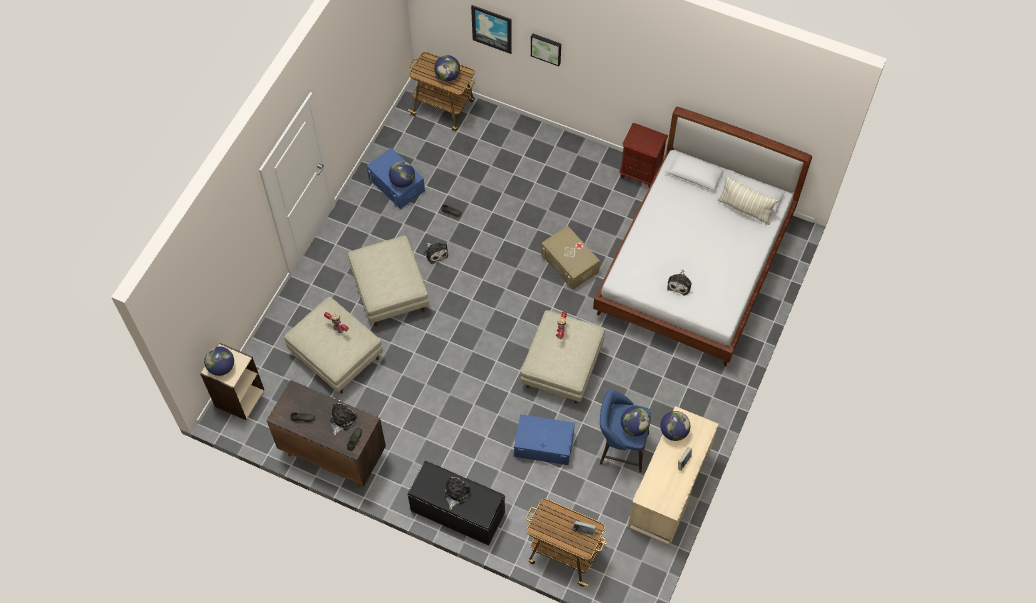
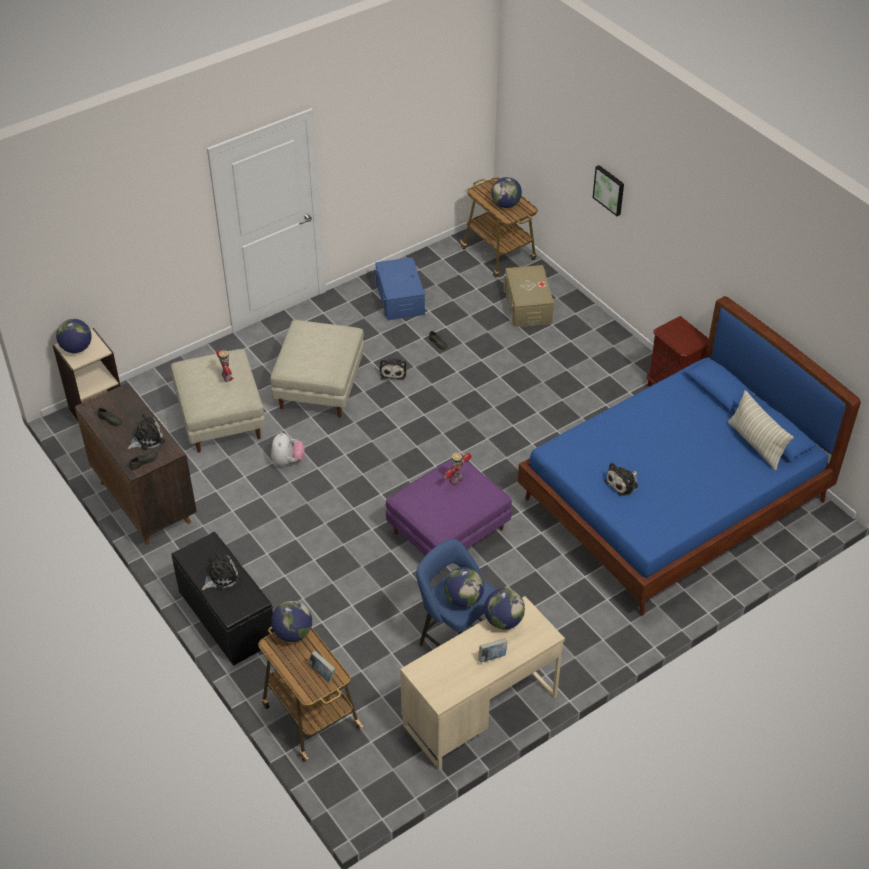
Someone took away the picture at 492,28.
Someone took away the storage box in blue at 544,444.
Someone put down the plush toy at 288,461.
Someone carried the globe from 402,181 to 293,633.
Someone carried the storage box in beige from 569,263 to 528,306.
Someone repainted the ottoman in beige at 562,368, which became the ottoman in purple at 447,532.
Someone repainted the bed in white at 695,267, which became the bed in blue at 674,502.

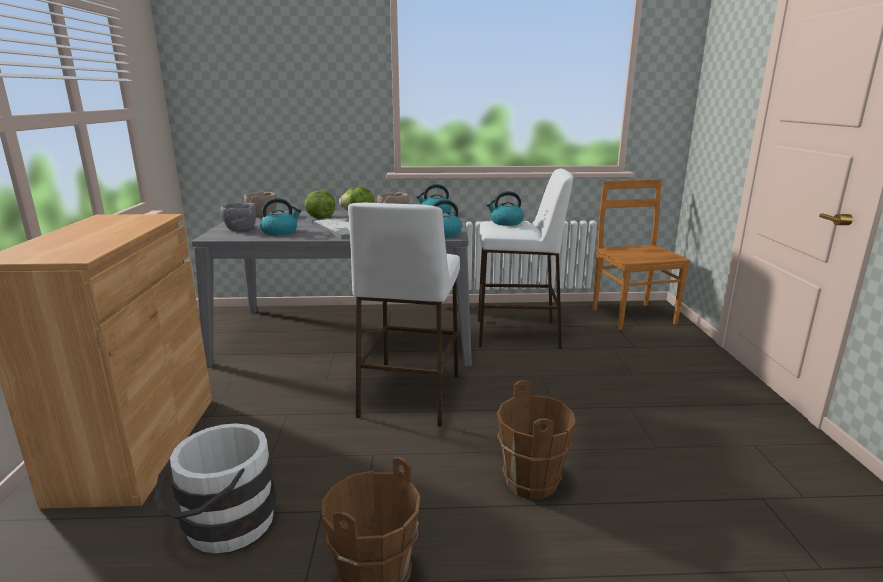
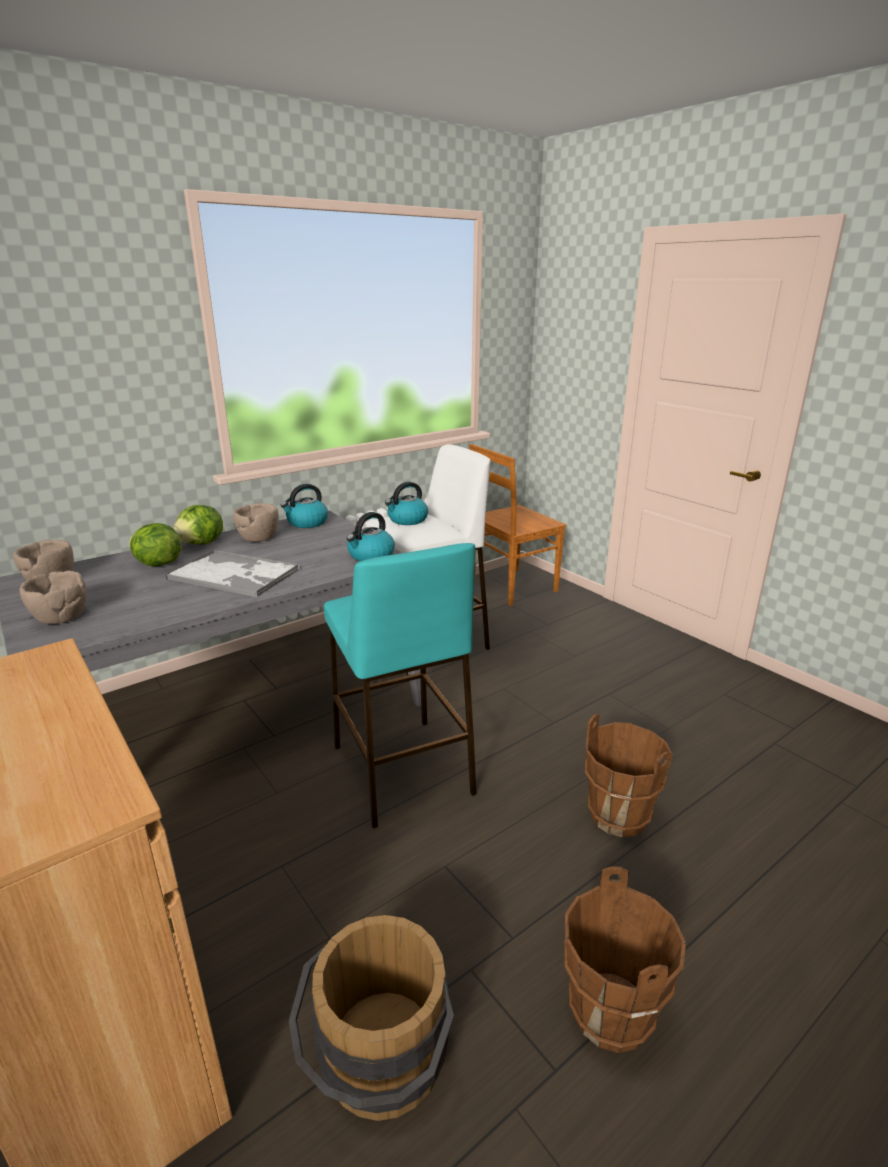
Someone took away the kettle at 280,232.
Someone repainted the bucket in white at 221,525, which became the bucket in brown at 379,1067.
Someone repainted the bowl in grey at 240,228, which became the bowl in brown at 60,617.
Someone repainted the stool in white at 410,396, which became the stool in turquoise at 402,770.
Someone rotated the chair in brown at 632,315 by 75 degrees counterclockwise.

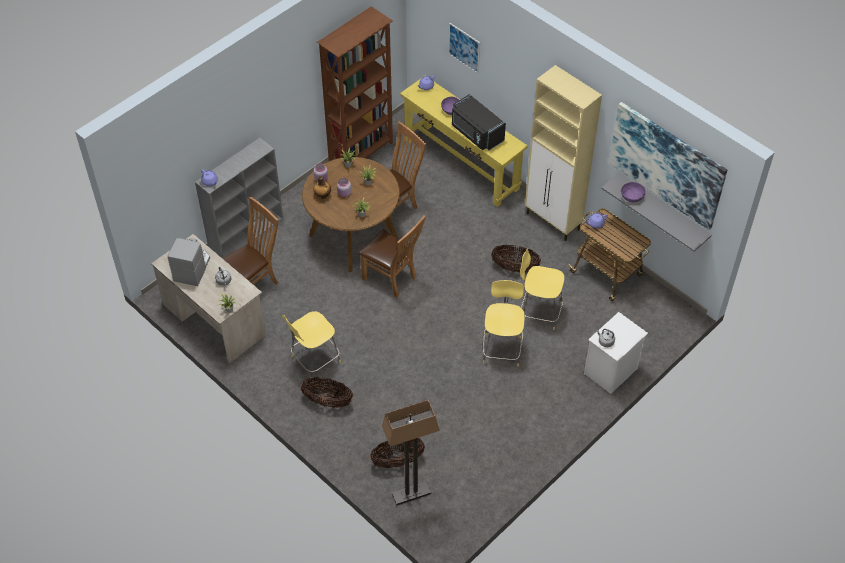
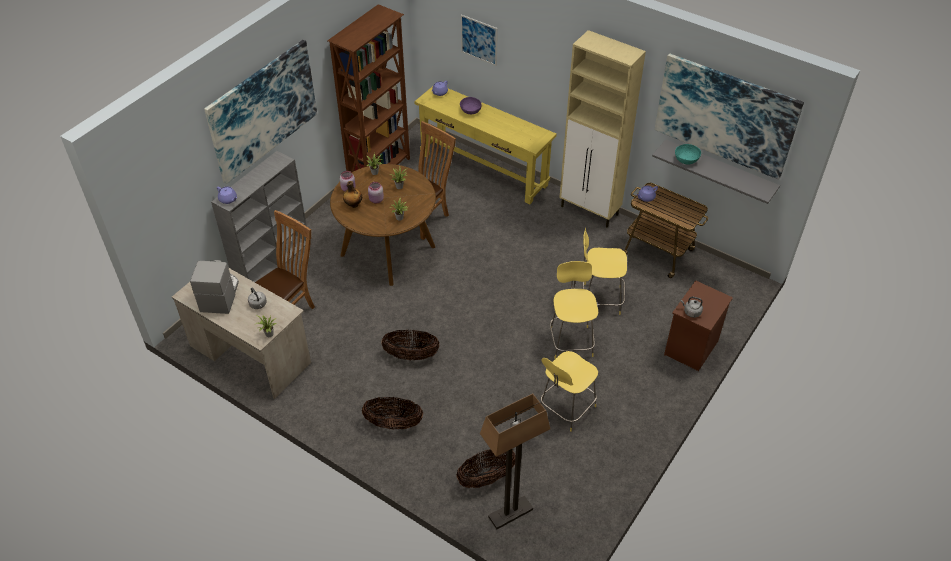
Someone took away the chair in brown at 392,279.
Someone took away the microwave in black at 476,133.
Someone put up the picture at 262,110.
Someone carried the stool in yellow from 314,360 to 566,408.
Someone carried the basket from 514,268 to 411,355.
Someone repainted the nightstand in white at 611,372, which became the nightstand in brown at 691,349.
Someone repainted the bowl in purple at 632,197, which became the bowl in turquoise at 686,159.

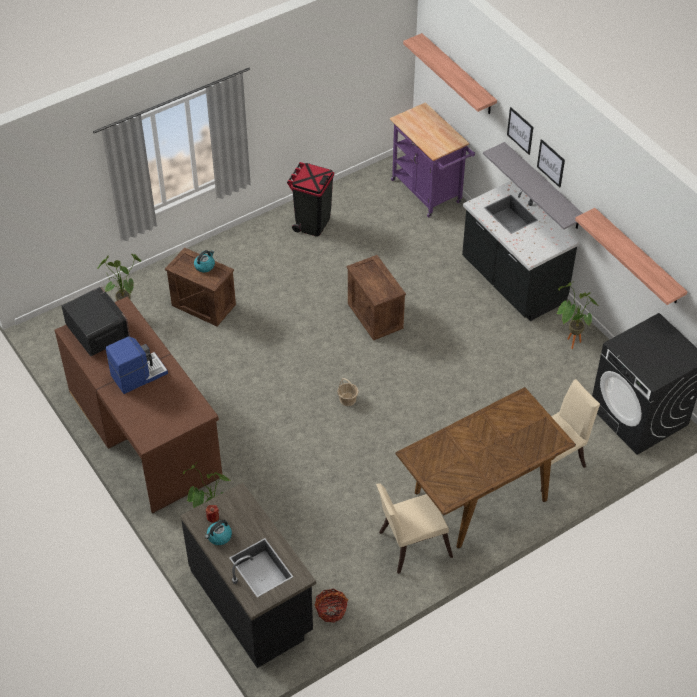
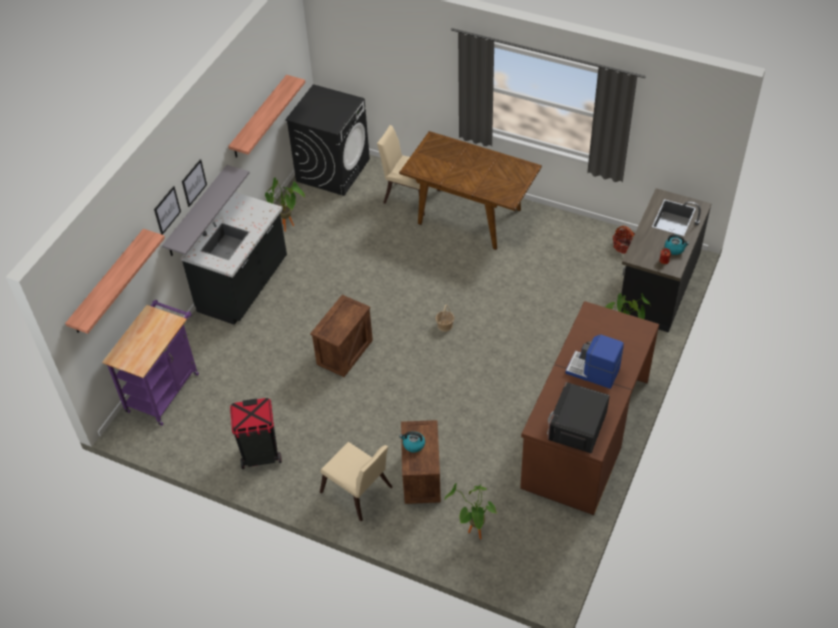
Someone carried the chair in beige from 410,545 to 359,493.

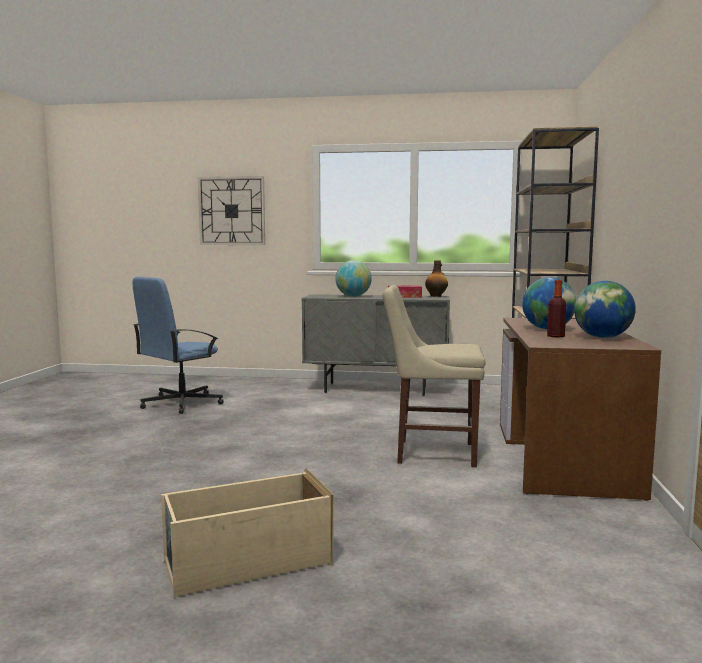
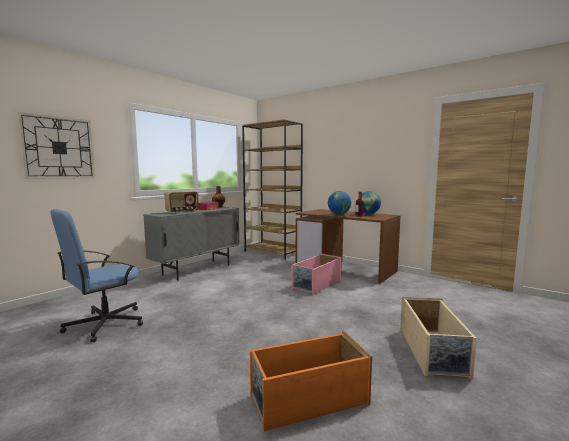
Someone put down the storage box in orange at 307,400.
Someone swapped the globe at 353,296 for the radio at 182,212.
Someone swapped the chair in beige at 431,452 for the storage box in pink at 316,284.
Someone rotated the office chair in blue at 181,403 by 60 degrees clockwise.

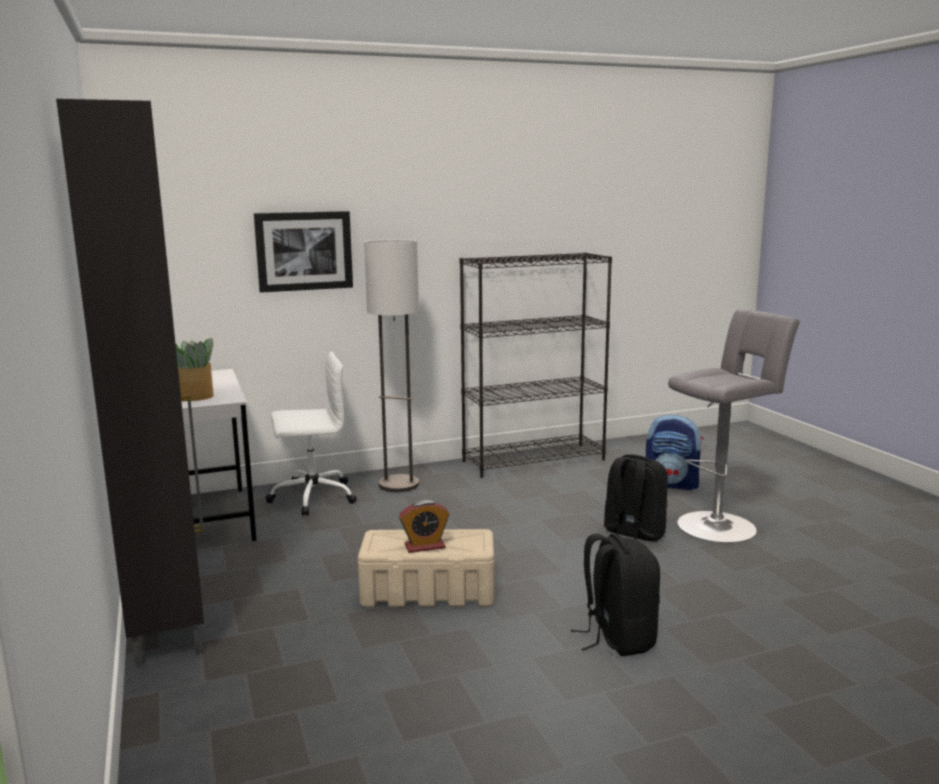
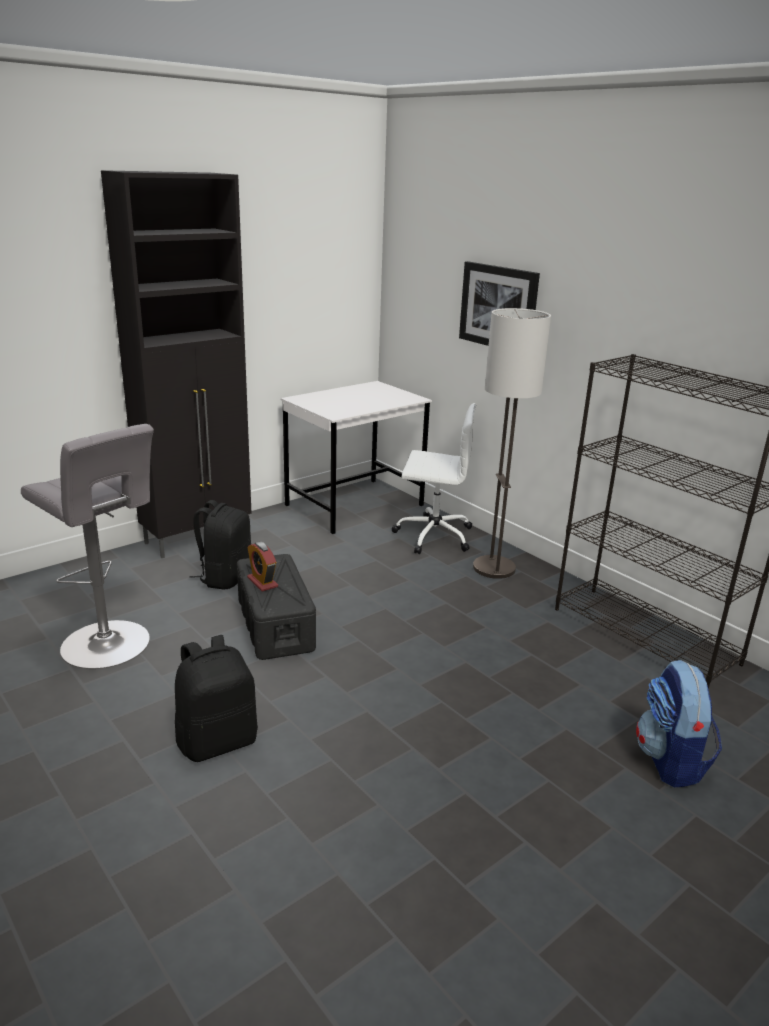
Someone took away the potted plant at 196,396.
Someone carried the backpack in black from 633,534 to 225,577.
Someone carried the stool in grey from 720,525 to 109,646.
Someone repainted the storage box in beige at 429,592, which became the storage box in black at 275,625.
Someone rotated the office chair in white at 311,497 by 45 degrees counterclockwise.

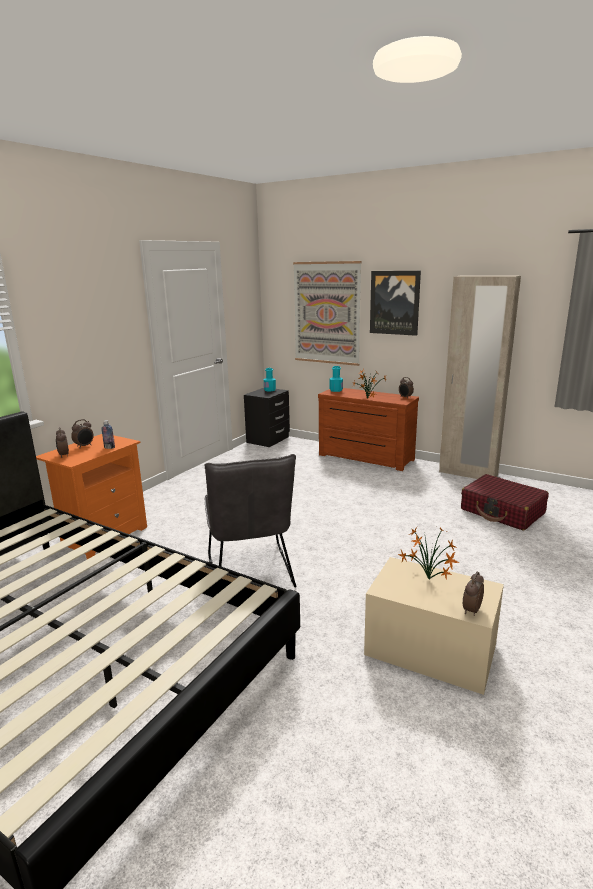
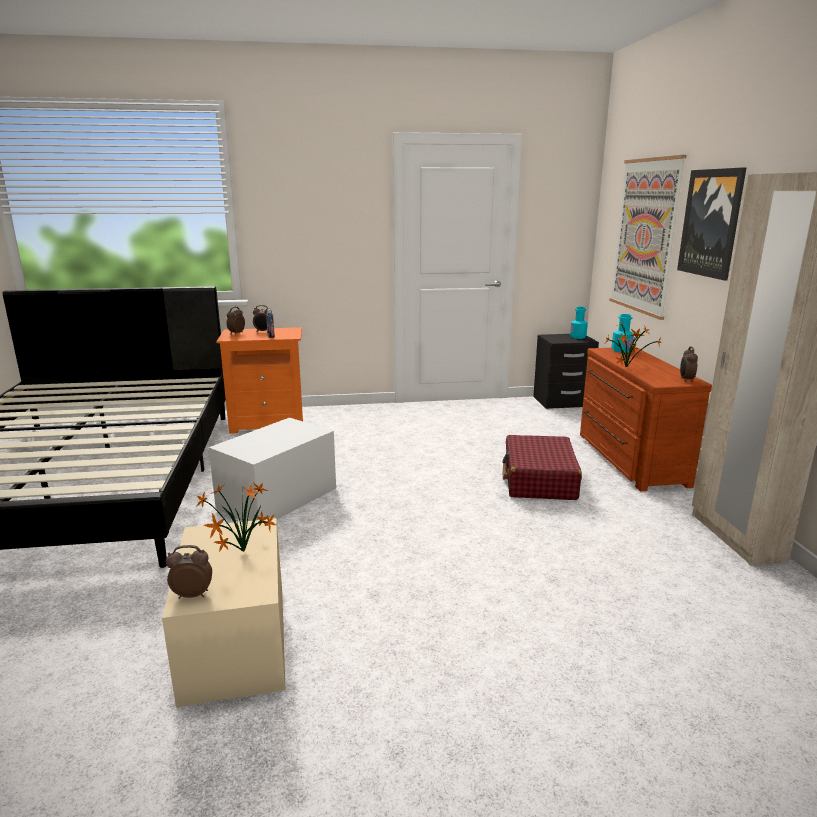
Someone carried the suitcase in red from 502,512 to 539,480.
Someone swapped the chair in grey at 251,575 for the storage box in white at 277,498.

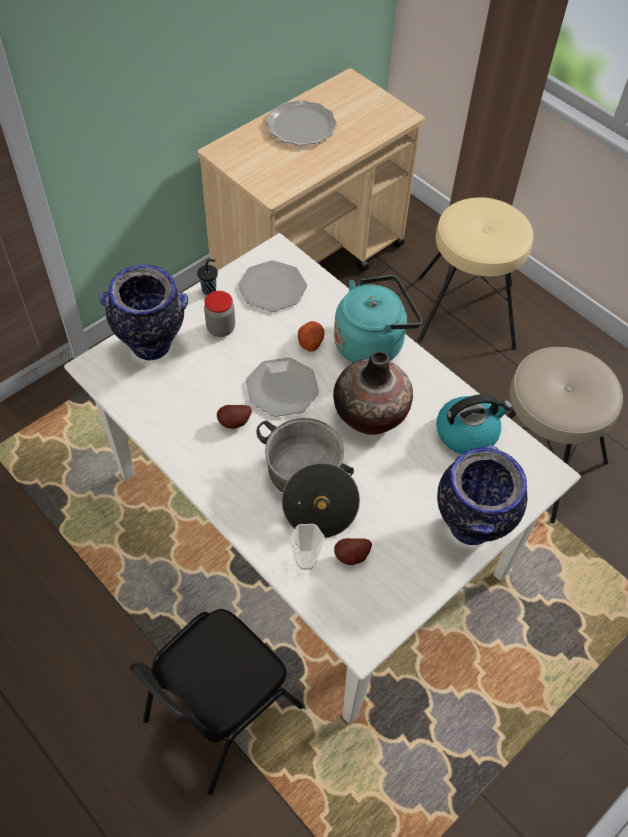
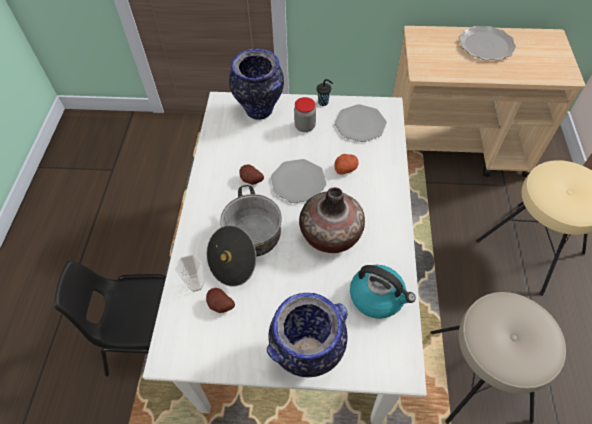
Someone took away the kettle in turquoise at 372,343.

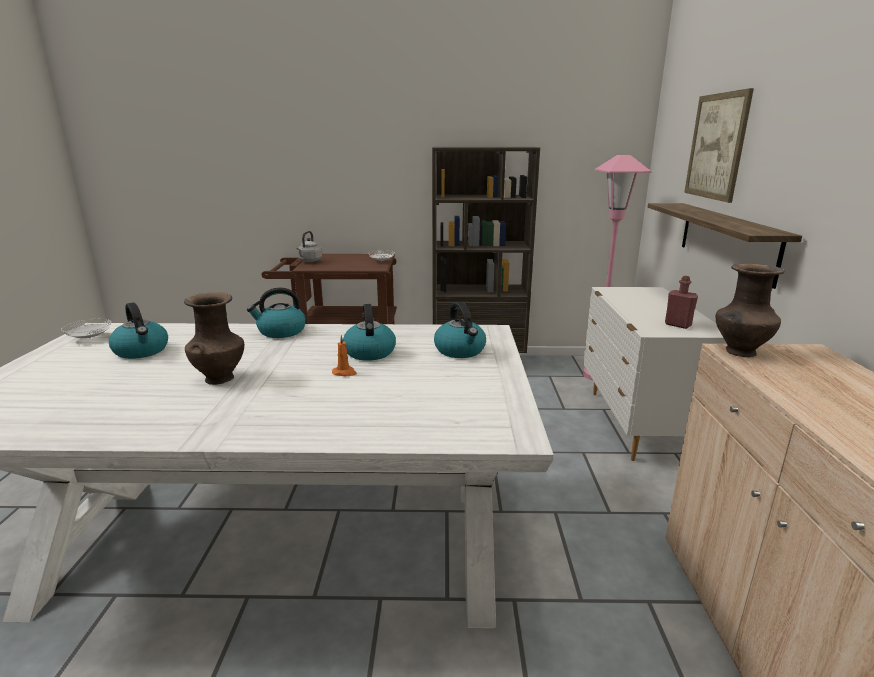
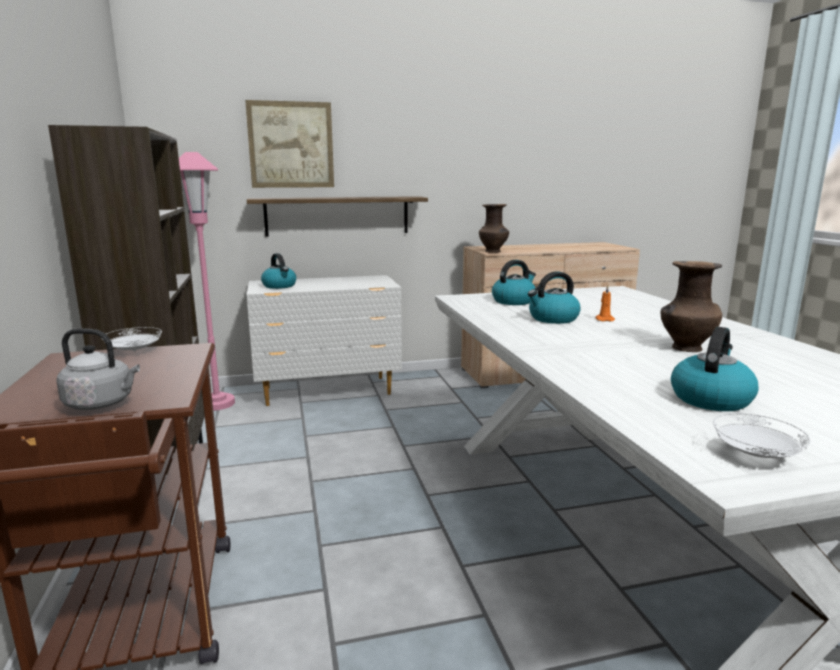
Someone took away the bottle in red at 678,325.
Someone carried the kettle from 281,332 to 280,286.

